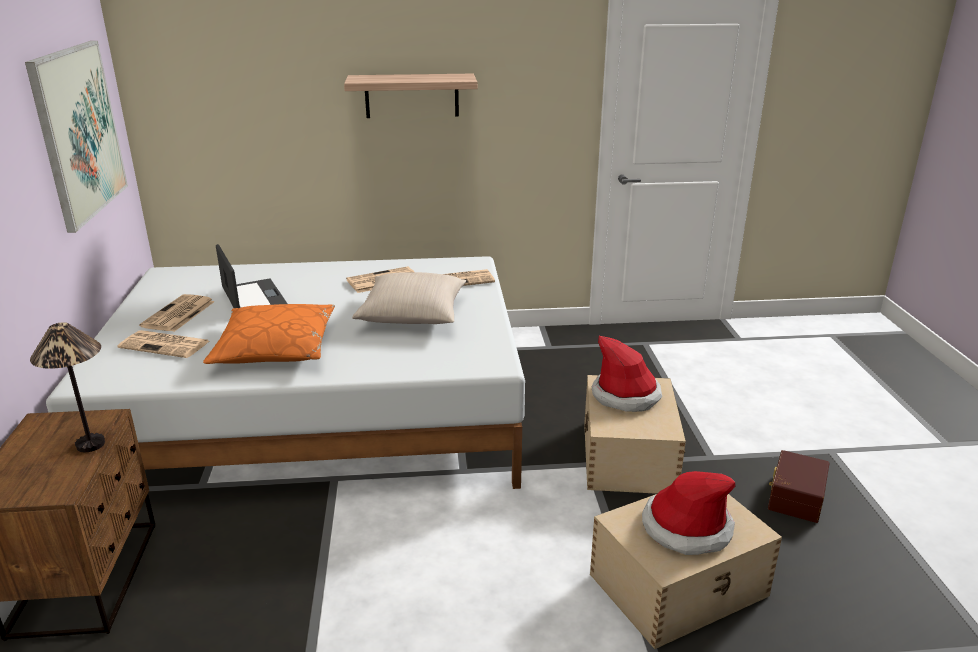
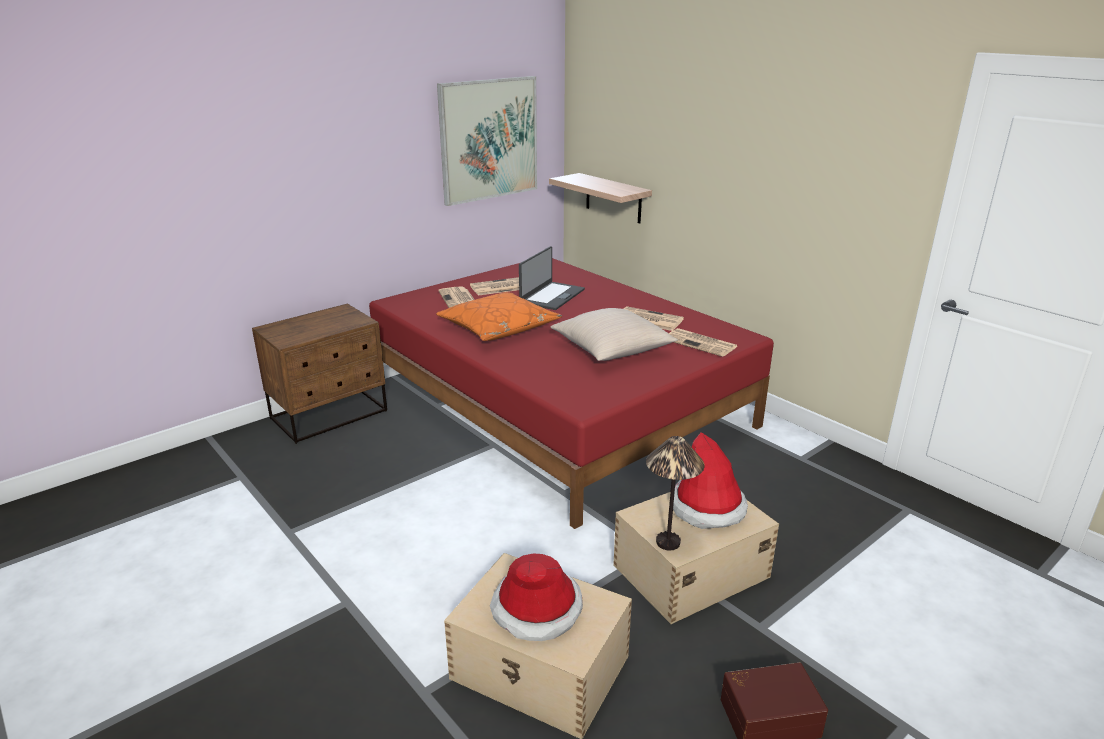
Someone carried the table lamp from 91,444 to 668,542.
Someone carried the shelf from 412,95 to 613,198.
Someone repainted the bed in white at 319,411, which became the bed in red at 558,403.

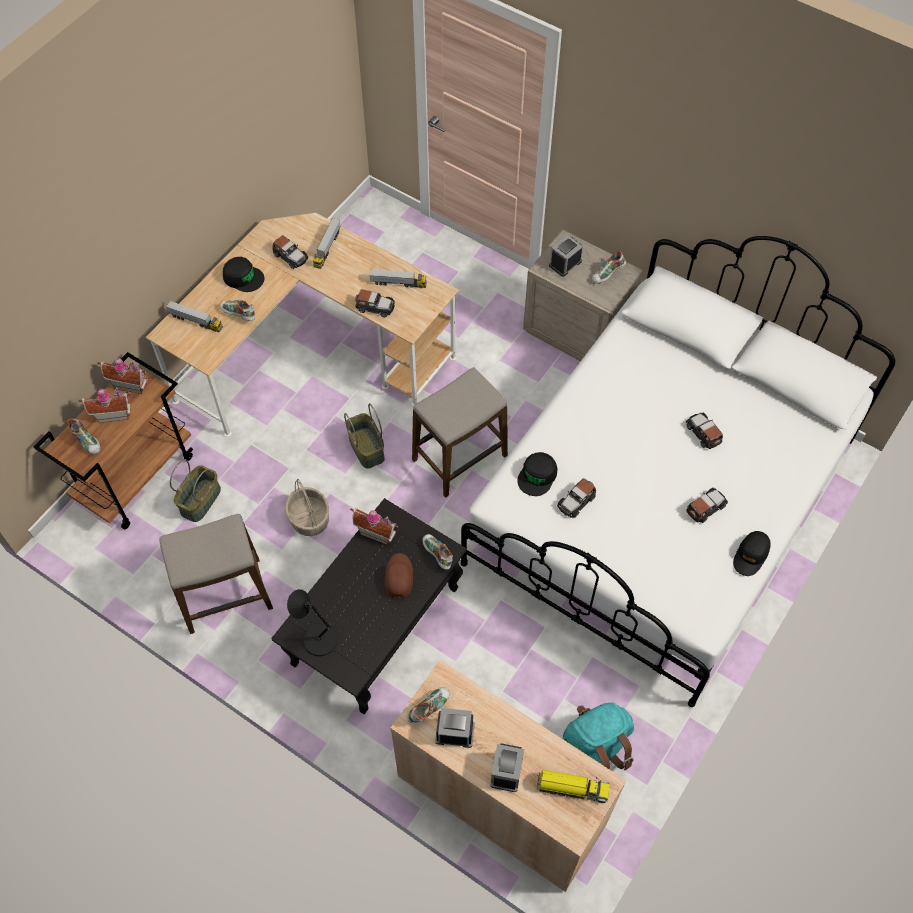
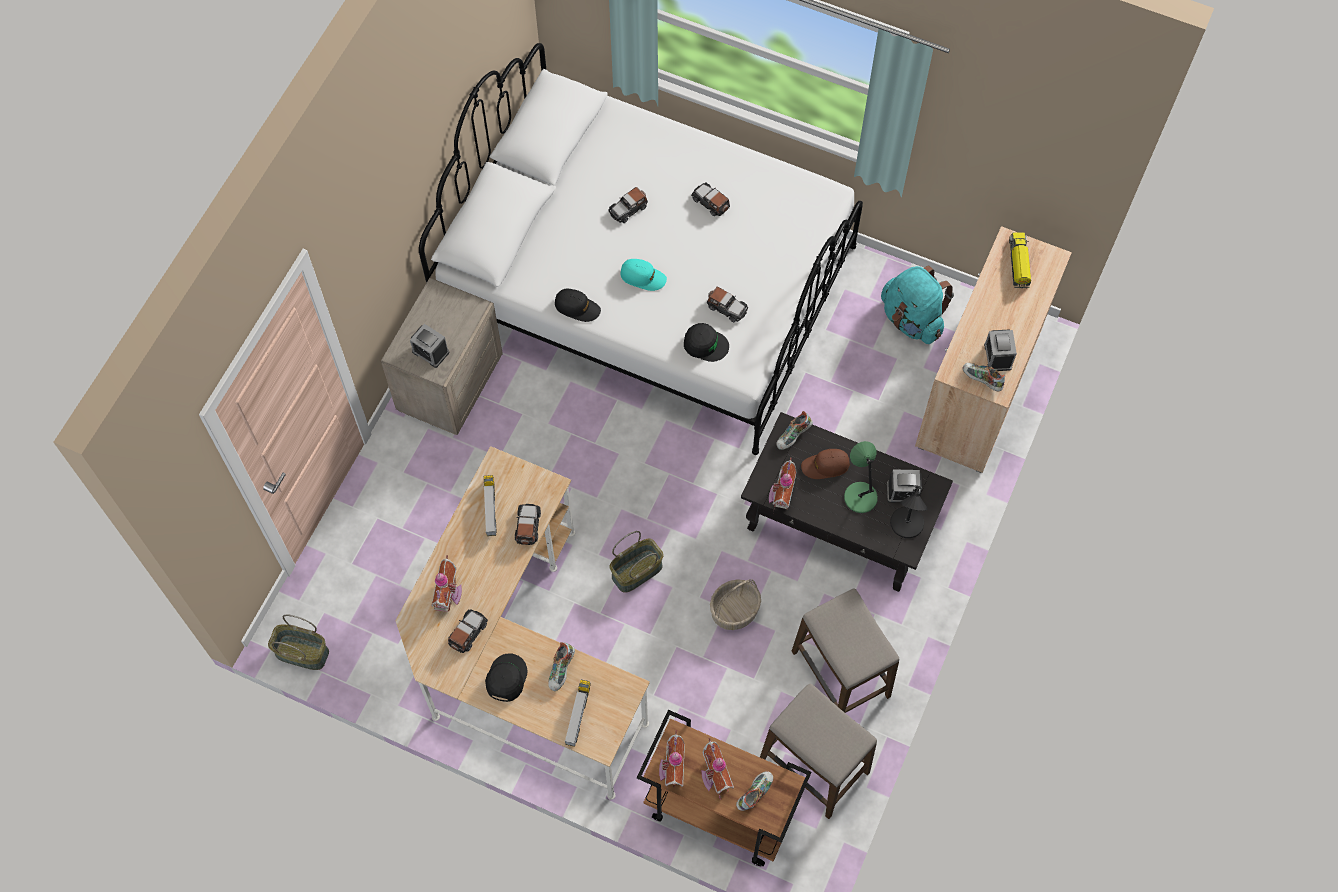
Someone took away the shoe at 608,275.
Someone put down the cap in turquoise at 643,277.
Someone put down the table lamp in green at 859,495.
Someone carried the basket from 200,500 to 301,653.
Someone carried the stool from 460,458 to 814,765.
Someone carried the alarm clock from 506,771 to 903,492.
Someone carried the cap in black from 751,555 to 577,307.
Someone swapped the toy truck at 327,248 for the toy house at 449,595.

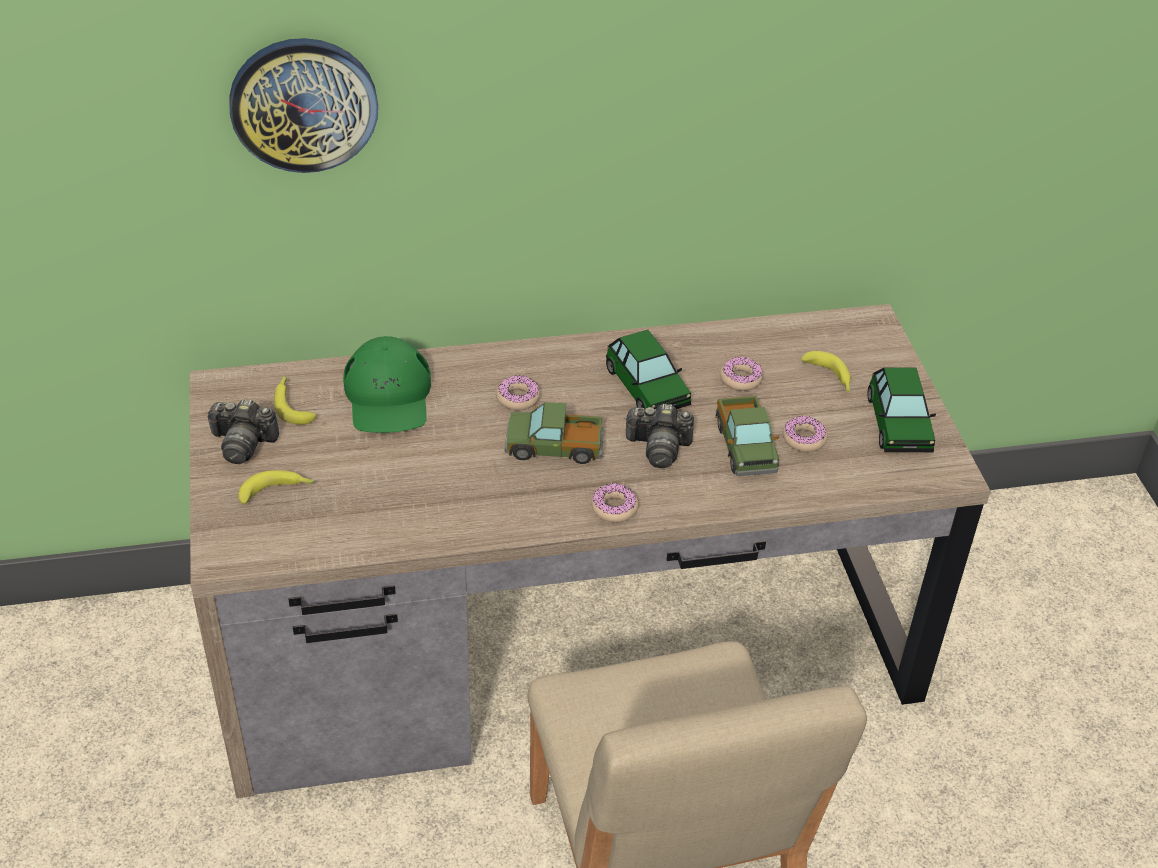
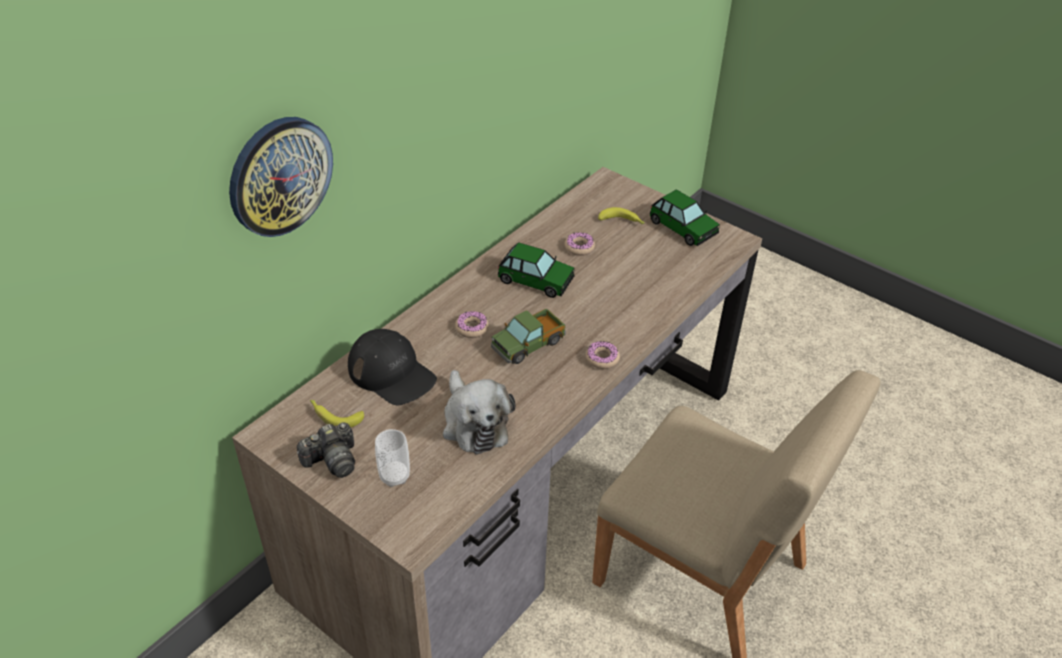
Someone took away the photo camera at 658,448.
Someone took away the toy truck at 744,447.
Someone took away the donut at 804,439.
Someone put down the plush toy at 474,423.
Someone swapped the banana at 277,492 for the cup at 394,476.
Someone repainted the cap in green at 388,397, which became the cap in black at 392,373.

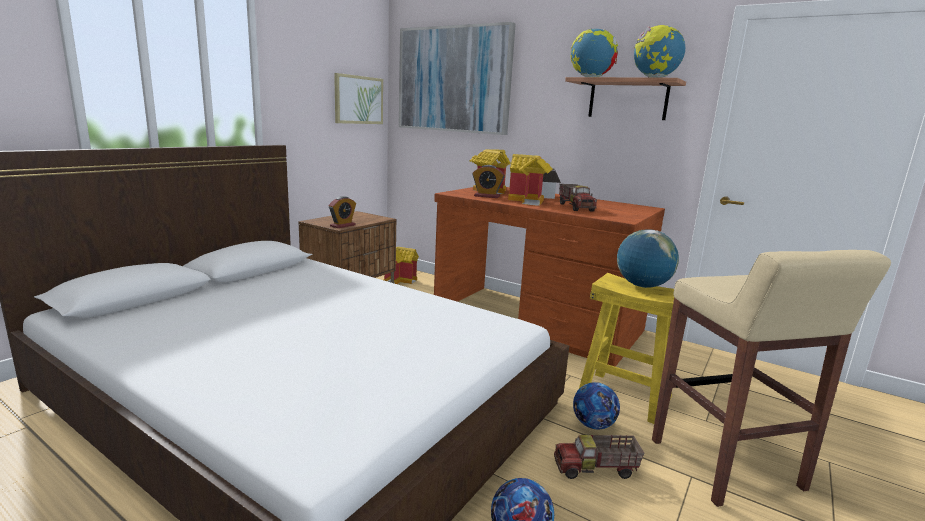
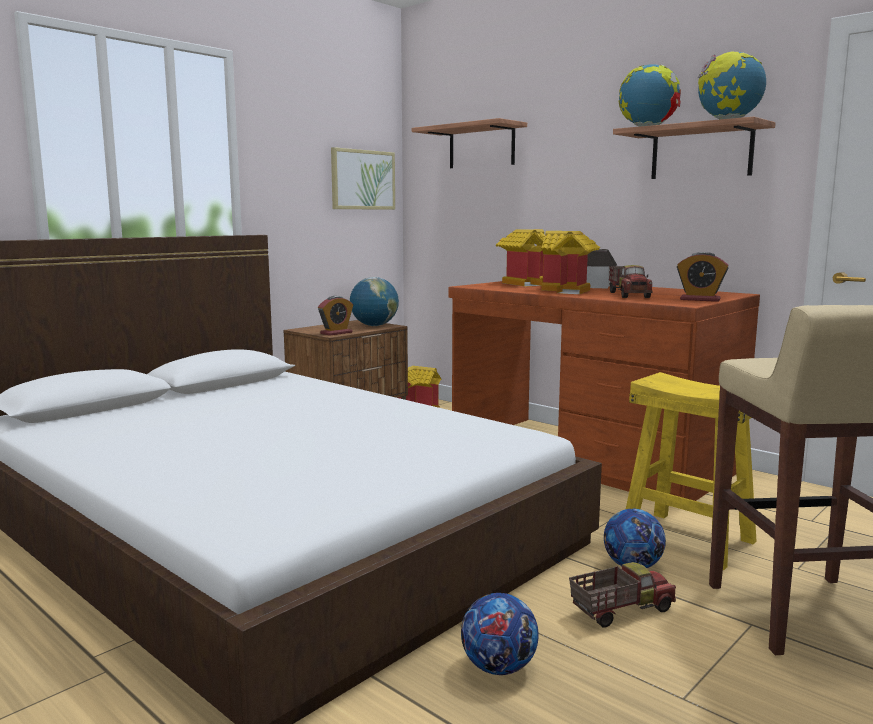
Someone carried the alarm clock from 487,196 to 700,299.
Someone carried the globe from 642,286 to 374,326.
Someone swapped the picture at 454,80 for the shelf at 481,146.
Someone rotated the toy truck at 596,469 by 150 degrees clockwise.

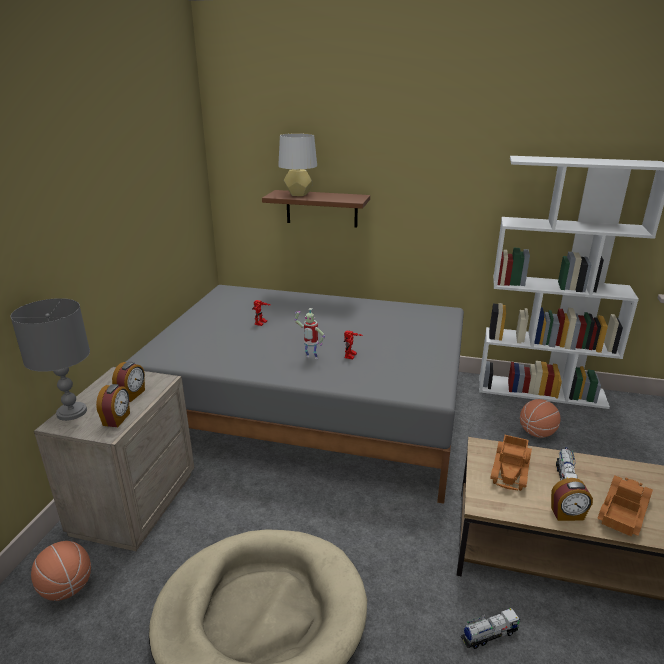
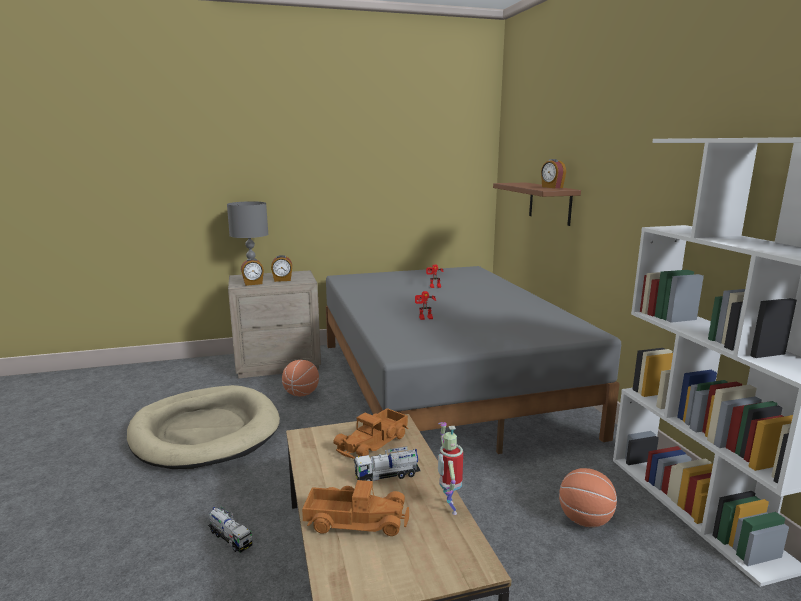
Someone took away the table lamp in grey at 298,194.
Someone carried the basketball from 67,588 to 301,394.
Someone carried the toy robot from 310,358 to 449,508.
Someone carried the alarm clock from 567,514 to 551,187.
Someone rotated the toy truck at 511,469 by 45 degrees counterclockwise.

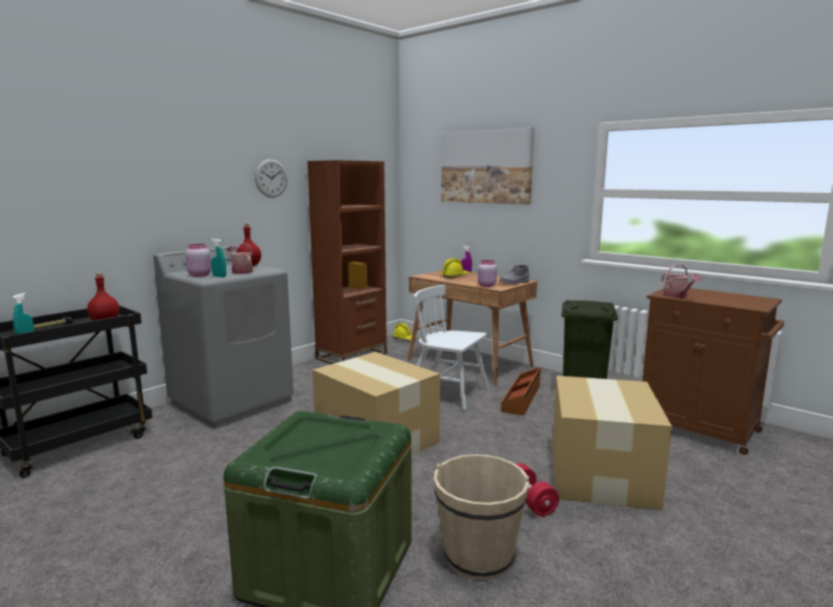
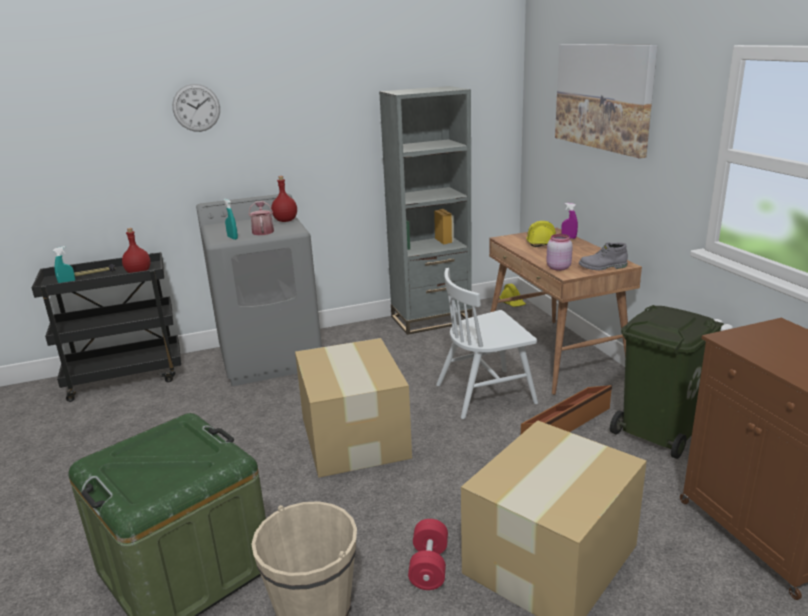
Someone took away the jar in pink at 199,275.
Someone took away the watering can at 677,296.
Someone carried the wall clock from 271,178 to 196,108.
Someone repainted the bookcase in brown at 352,356, which became the bookcase in grey at 431,319.
Someone rotated the chair in white at 448,393 by 75 degrees counterclockwise.

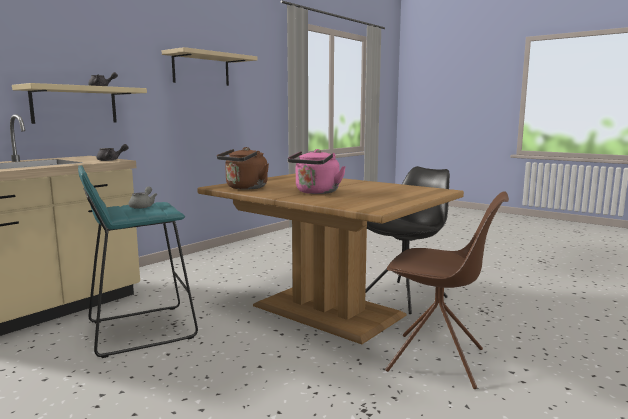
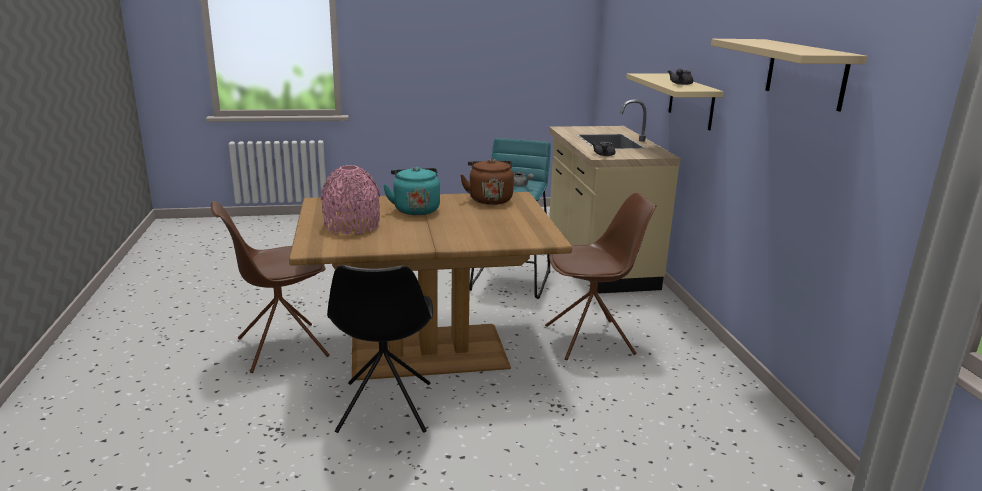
Someone put down the vase in pink at 352,225.
Someone put down the chair in brown at 591,340.
Someone repainted the kettle in pink at 316,192, which became the kettle in turquoise at 415,209.

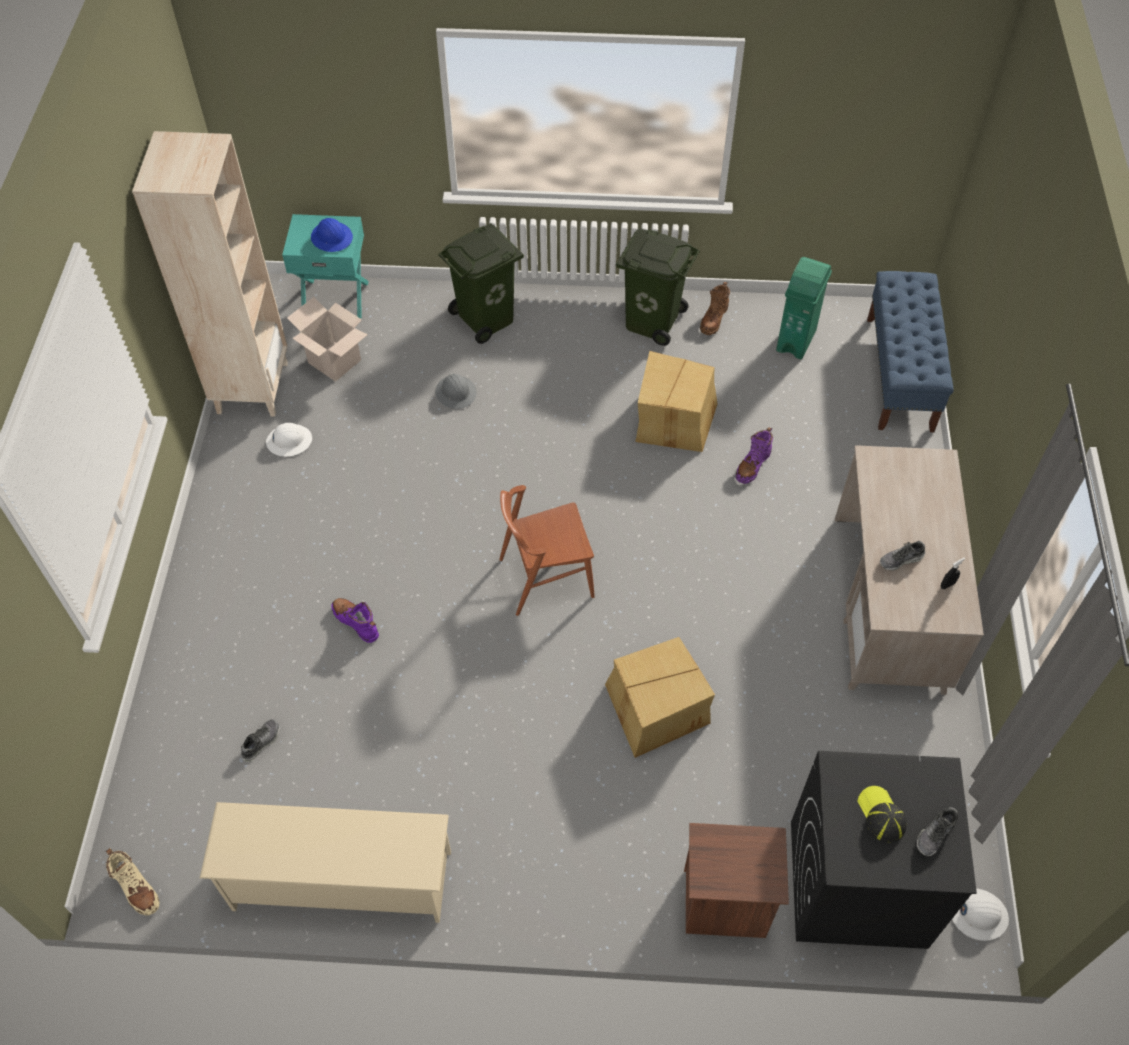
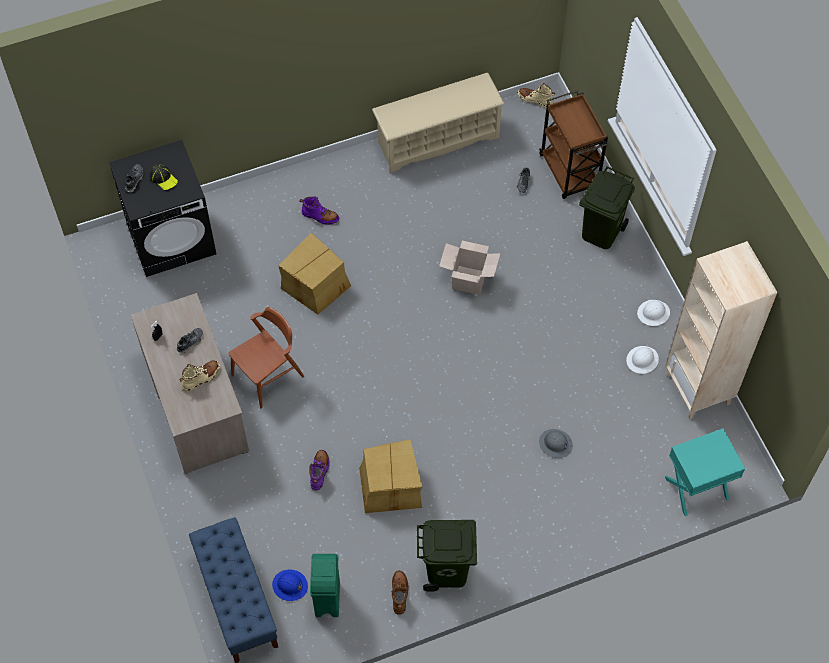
Someone took away the nightstand in brown at 725,905.
Someone put down the boot in beige at 201,378.
Someone put down the cart in brown at 569,172.
Someone carried the cardboard box from 334,361 to 469,280.
Someone carried the hard hat in blue from 332,238 to 290,586.
Someone carried the boot in purple from 356,622 to 320,216.
Someone carried the trash can in green from 486,319 to 600,231.
Someone carried the chair in brown from 545,577 to 268,376.
Someone carried the hard hat in white from 978,914 to 653,313.

